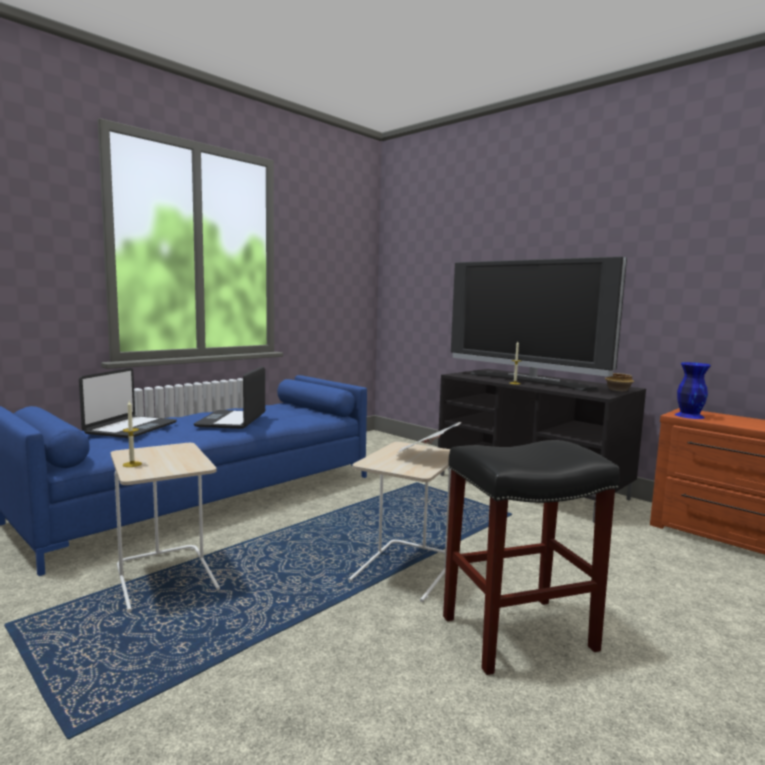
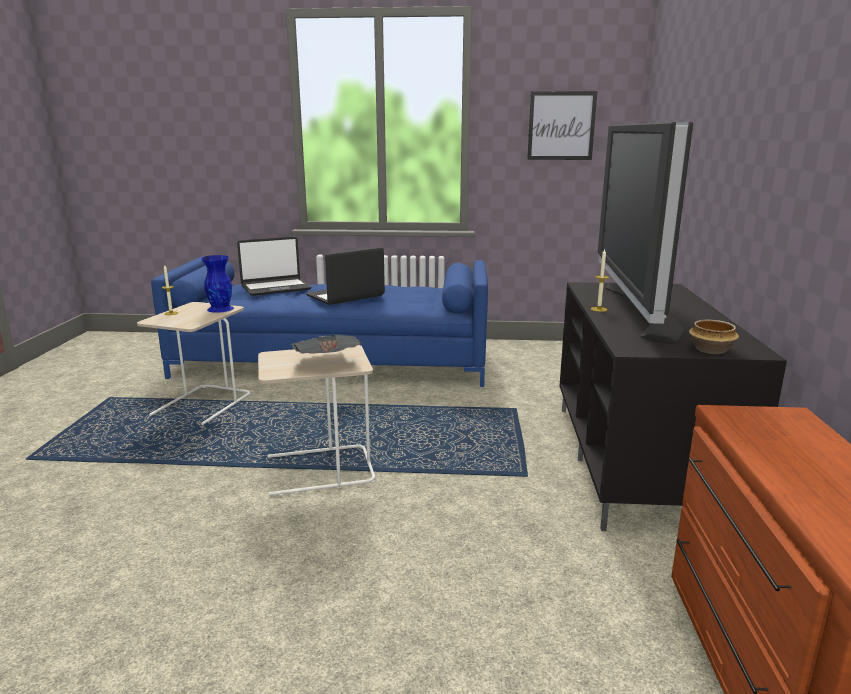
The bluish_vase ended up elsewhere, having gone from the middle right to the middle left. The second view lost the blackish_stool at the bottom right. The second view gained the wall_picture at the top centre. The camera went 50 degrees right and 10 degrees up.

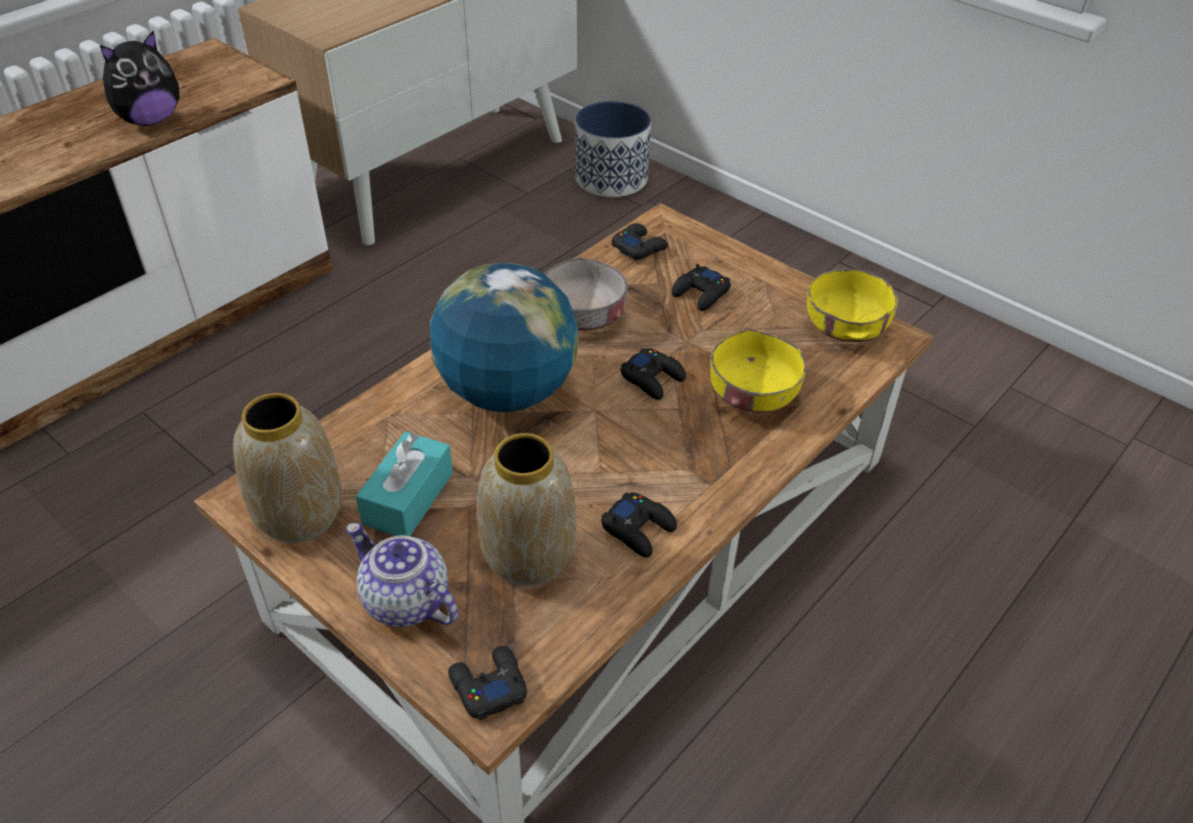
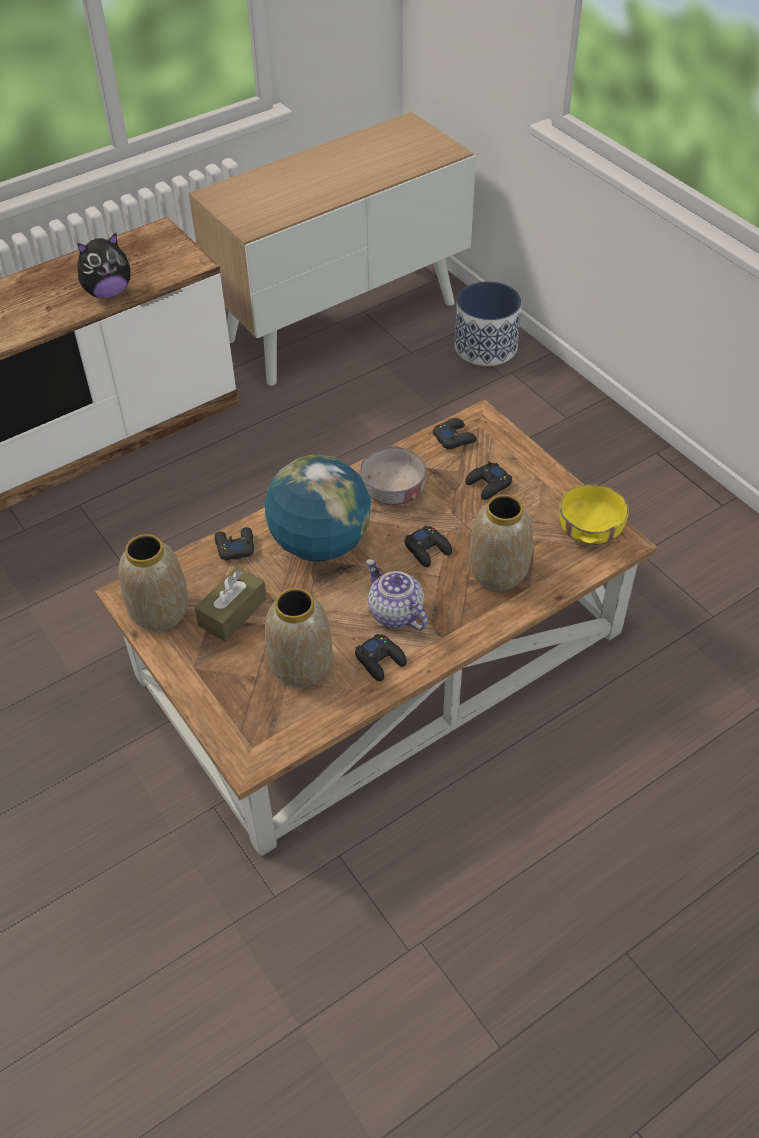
Where the yellow-coloured_bowl (1st from left) stood at the centre, the vase (3rd from left) came to stand at the centre. What was the turquoise_box_of_tissues at the centre turned into the brownish_box_of_tissues at the middle left. The pot_for_tea ended up elsewhere, having gone from the bottom centre to the centre. The blackish_joypad (1st from left) ended up elsewhere, having gone from the bottom centre to the middle left. The camera went 15 degrees right and 5 degrees up.

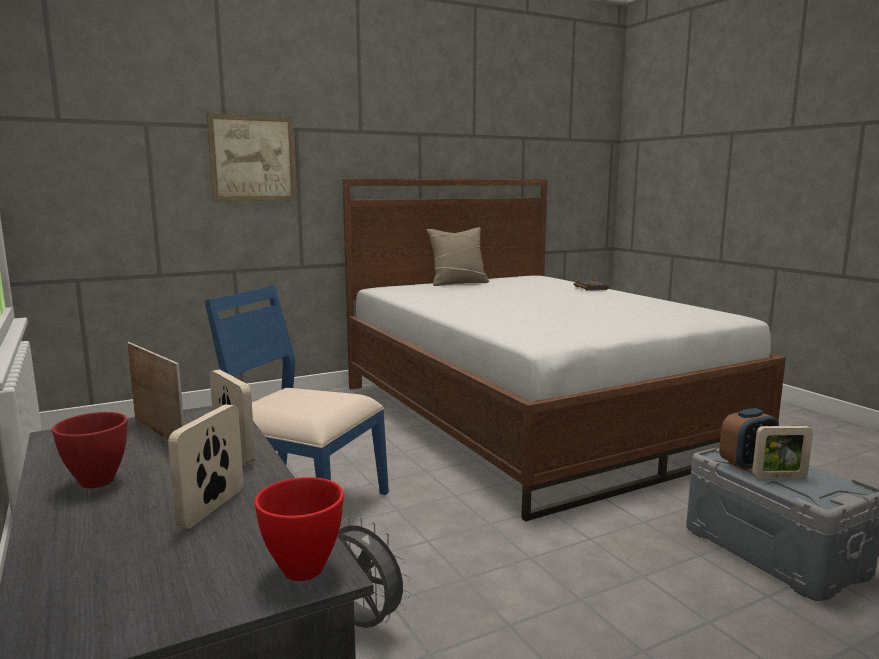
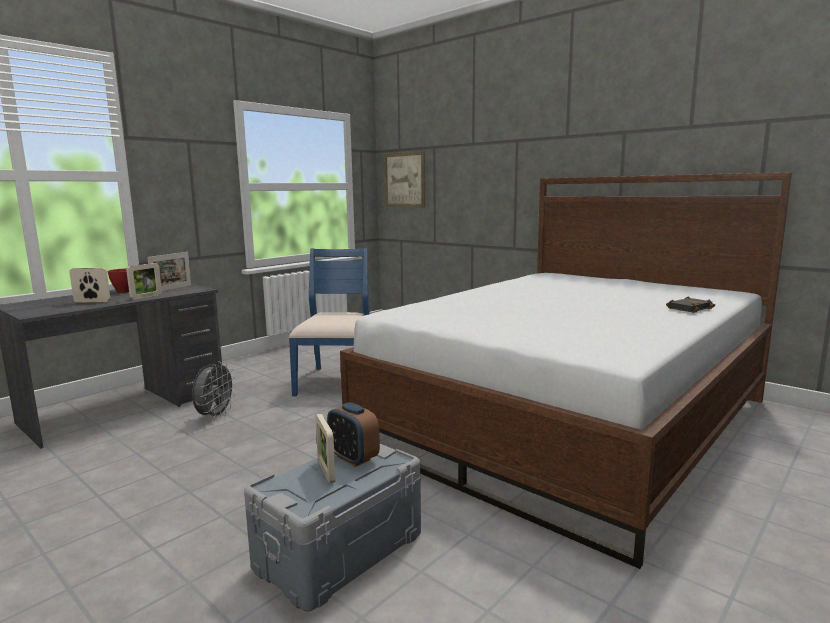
The wall_picture ended up elsewhere, having gone from the top left to the top centre. The second view lost the beige-coloured_pillow at the centre. The second view lost the red-coloured_bowl (2nd from left) at the bottom centre. The camera went 70 degrees right and 0 degrees up.

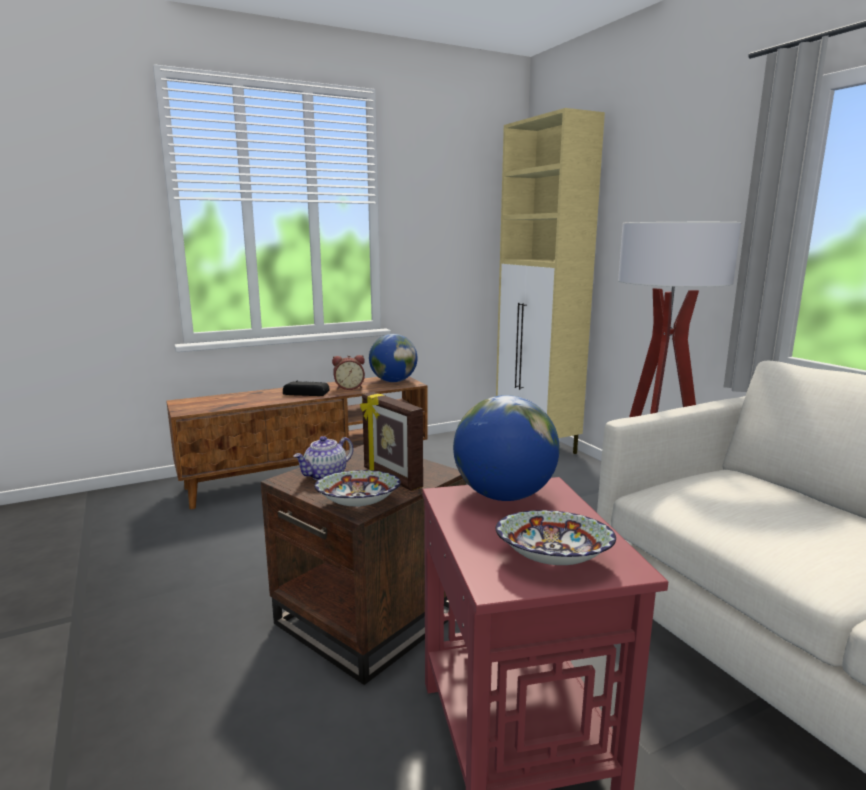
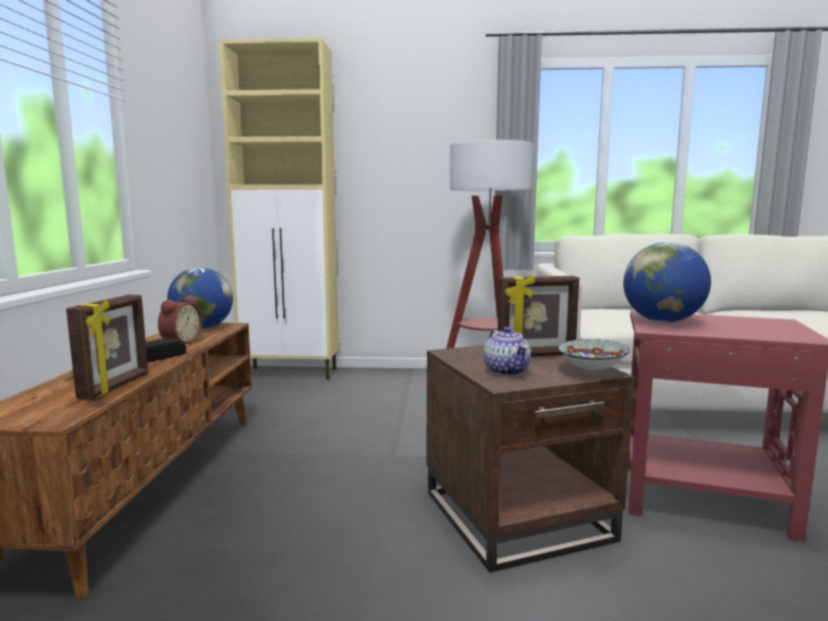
The second view lost the bowl (2nd from left) at the bottom centre. The second view gained the photo_frame (1st from left) at the middle left. The camera went 60 degrees left and 5 degrees down.

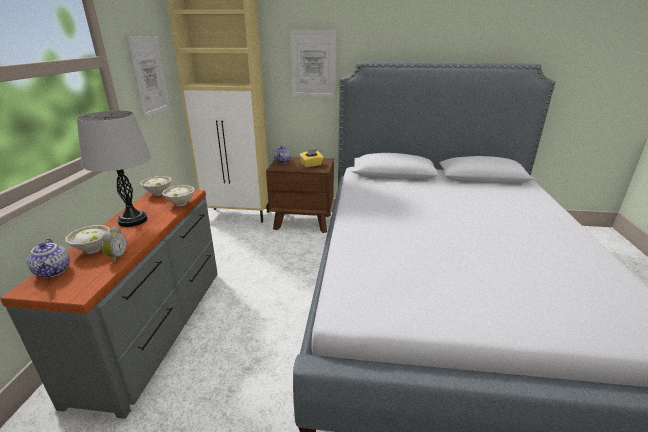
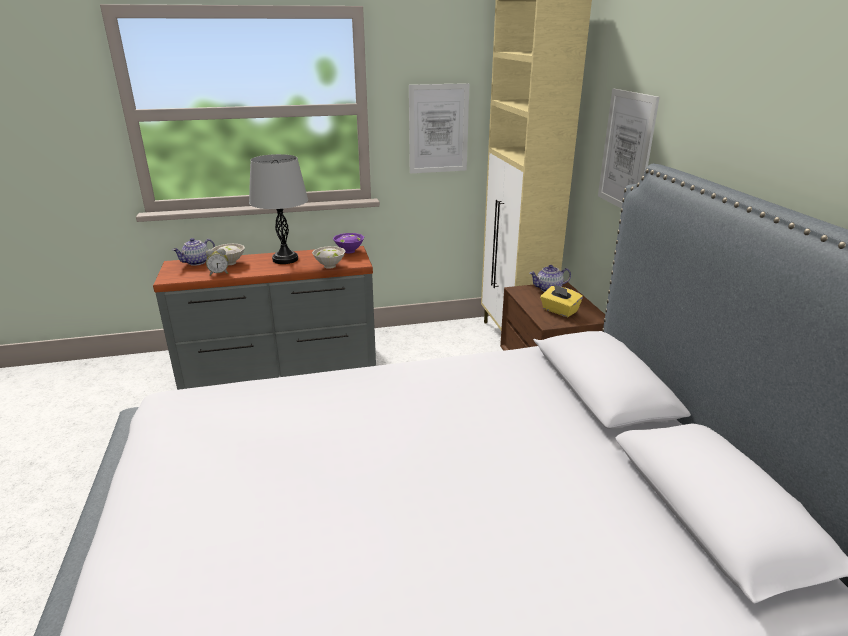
What was the whitish_bowl (2nd from left) at the middle left turned into the purple_bowl at the centre. The camera went 70 degrees right and 0 degrees up.

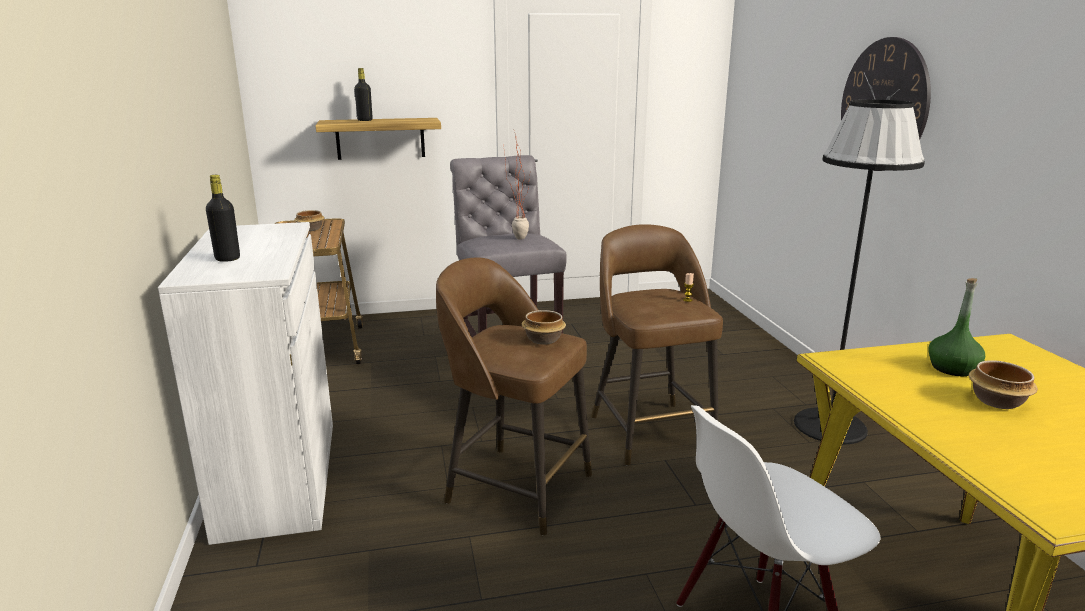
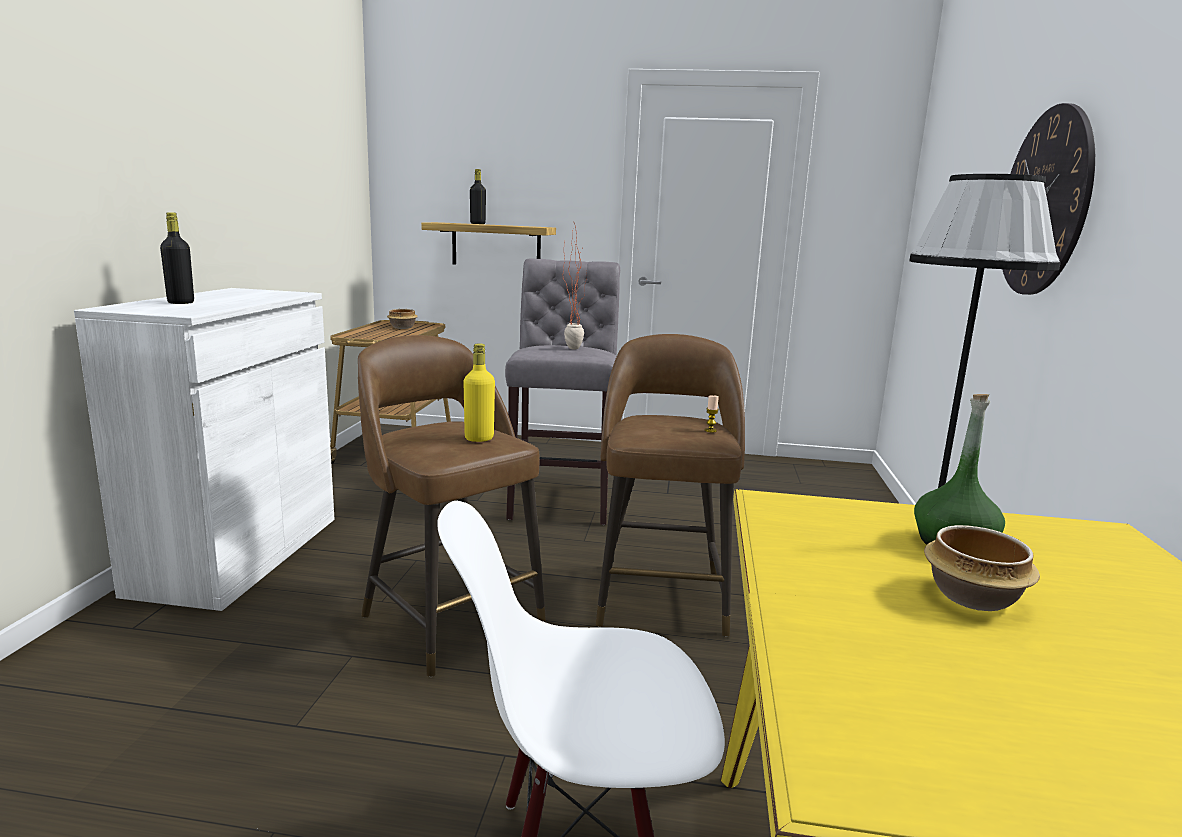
Where the bowl (2nd from left) stood at the centre, the yellow-coloured_drink_bottle came to stand at the centre. The camera went 20 degrees right and 5 degrees down.

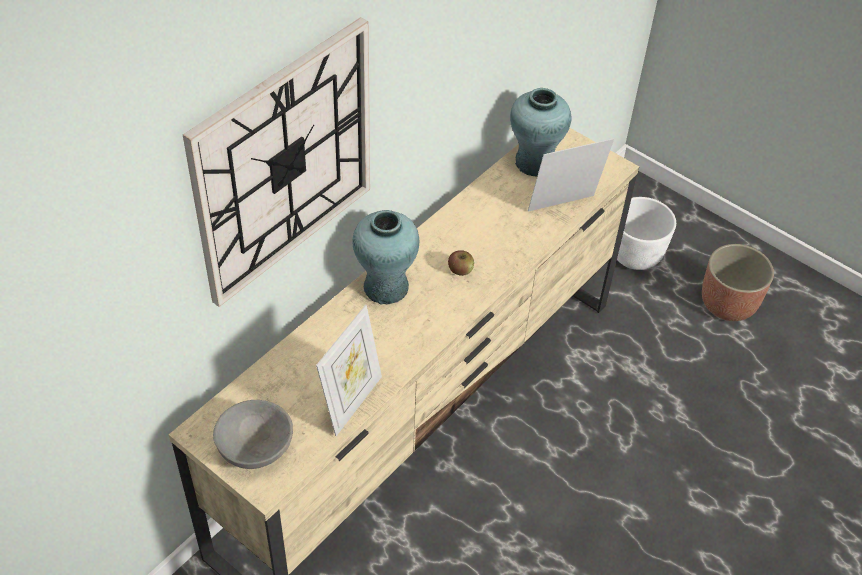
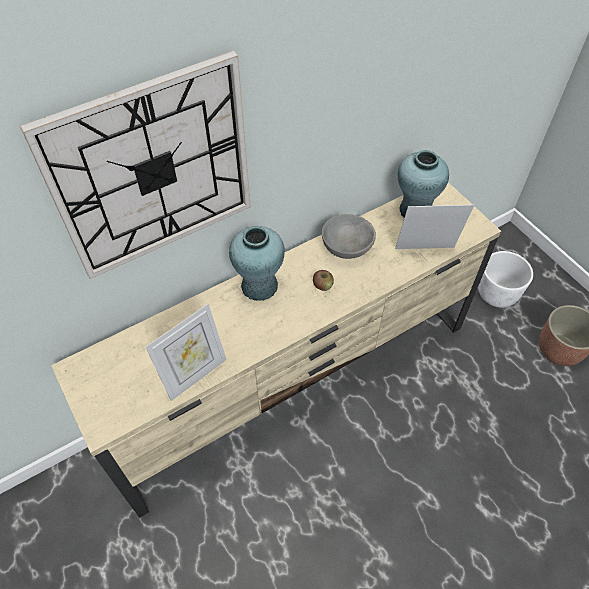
The gray_bowl ended up elsewhere, having gone from the bottom left to the centre. The camera went 20 degrees right and 5 degrees up.

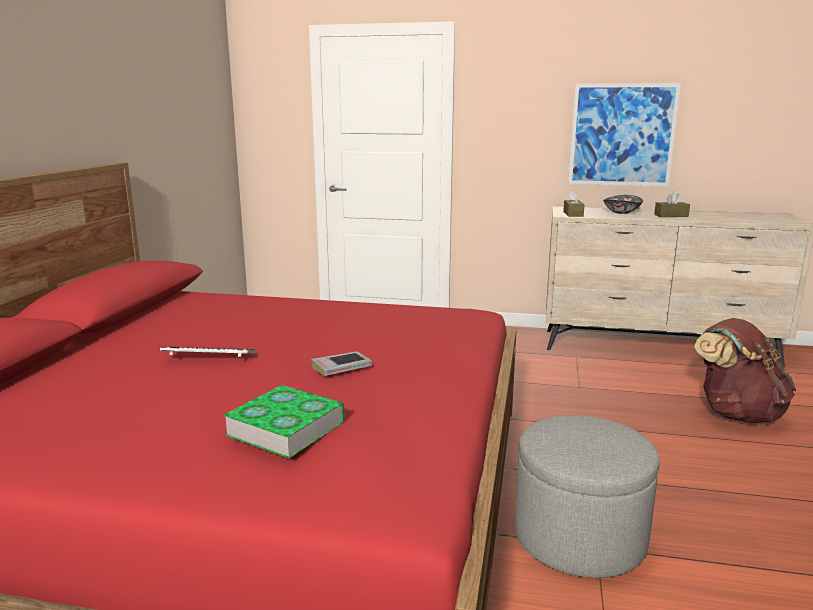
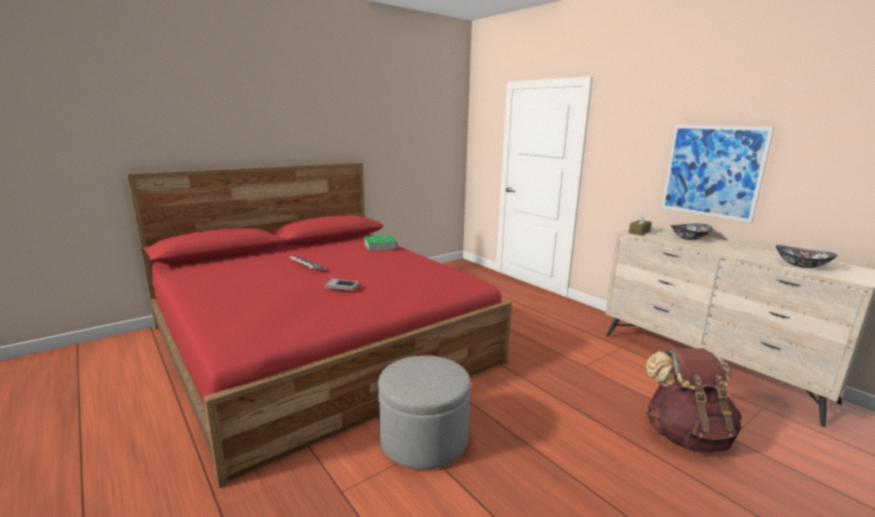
The second view lost the brownish_box_of_tissues (2nd from left) at the middle right. The book (1st from left in the first image) ended up elsewhere, having gone from the bottom centre to the centre. The second view gained the bowl (2nd from left) at the middle right. The camera went 40 degrees right and 0 degrees up.

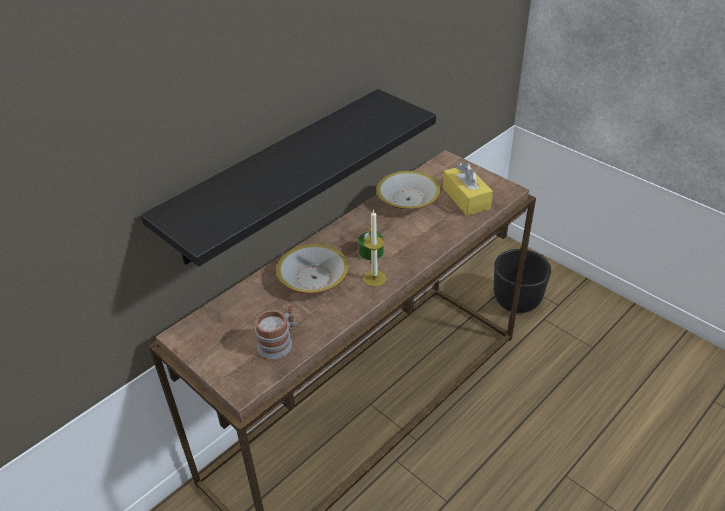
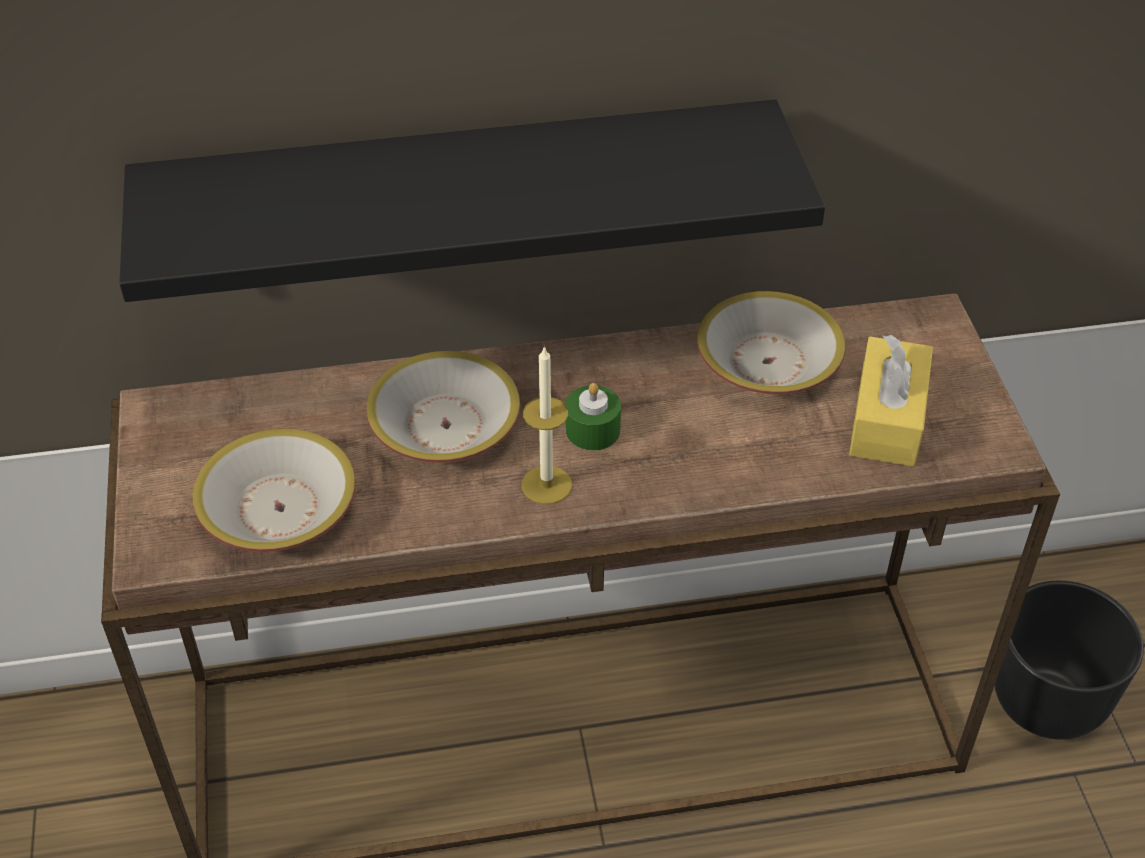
Where the coffee_mug stood at the centre, the bowl (1st from left) came to stand at the middle left. The camera went 35 degrees right and 5 degrees up.

